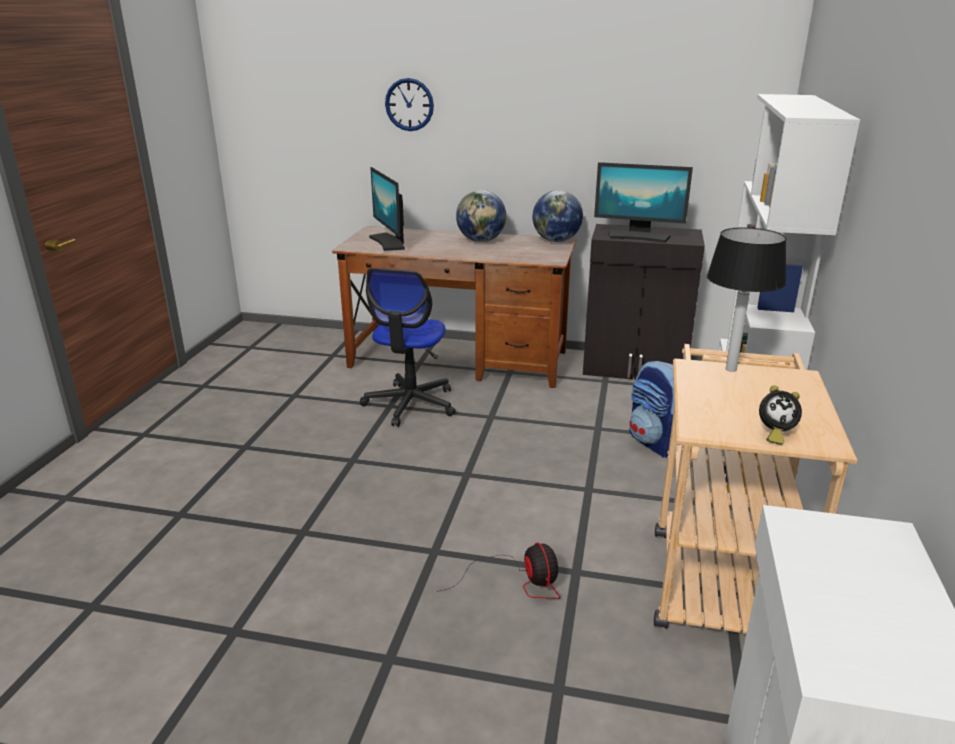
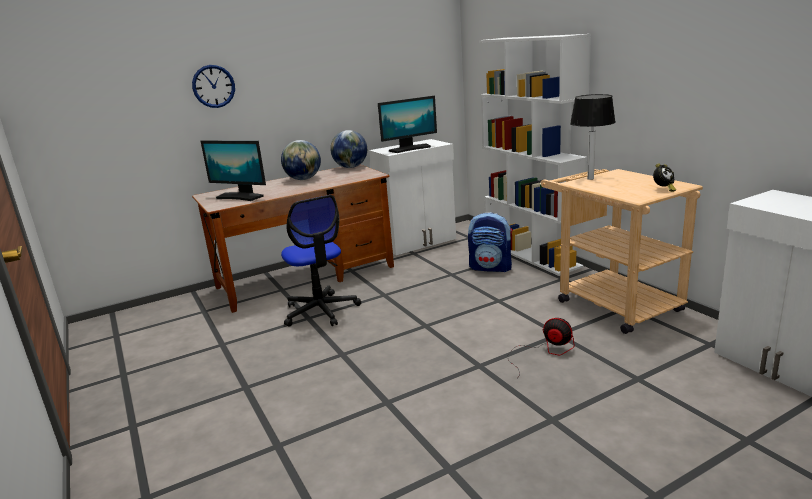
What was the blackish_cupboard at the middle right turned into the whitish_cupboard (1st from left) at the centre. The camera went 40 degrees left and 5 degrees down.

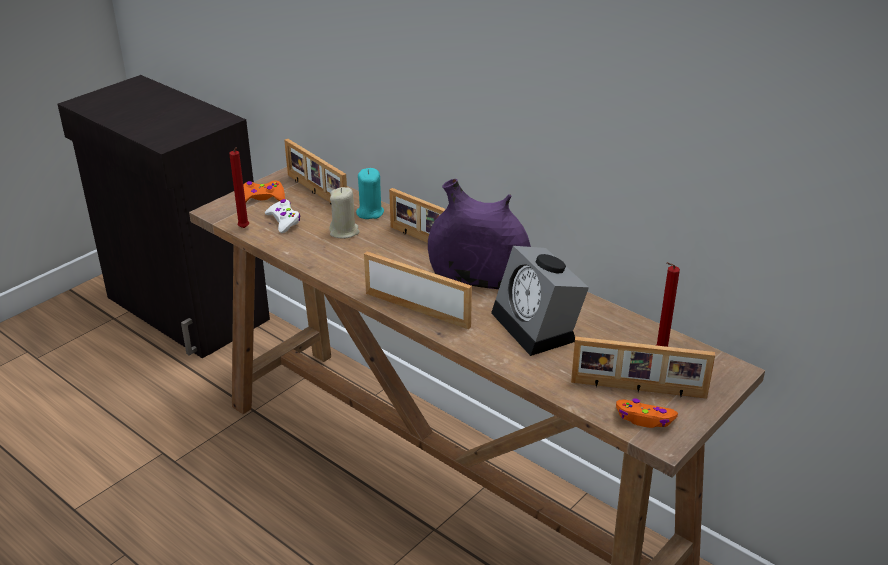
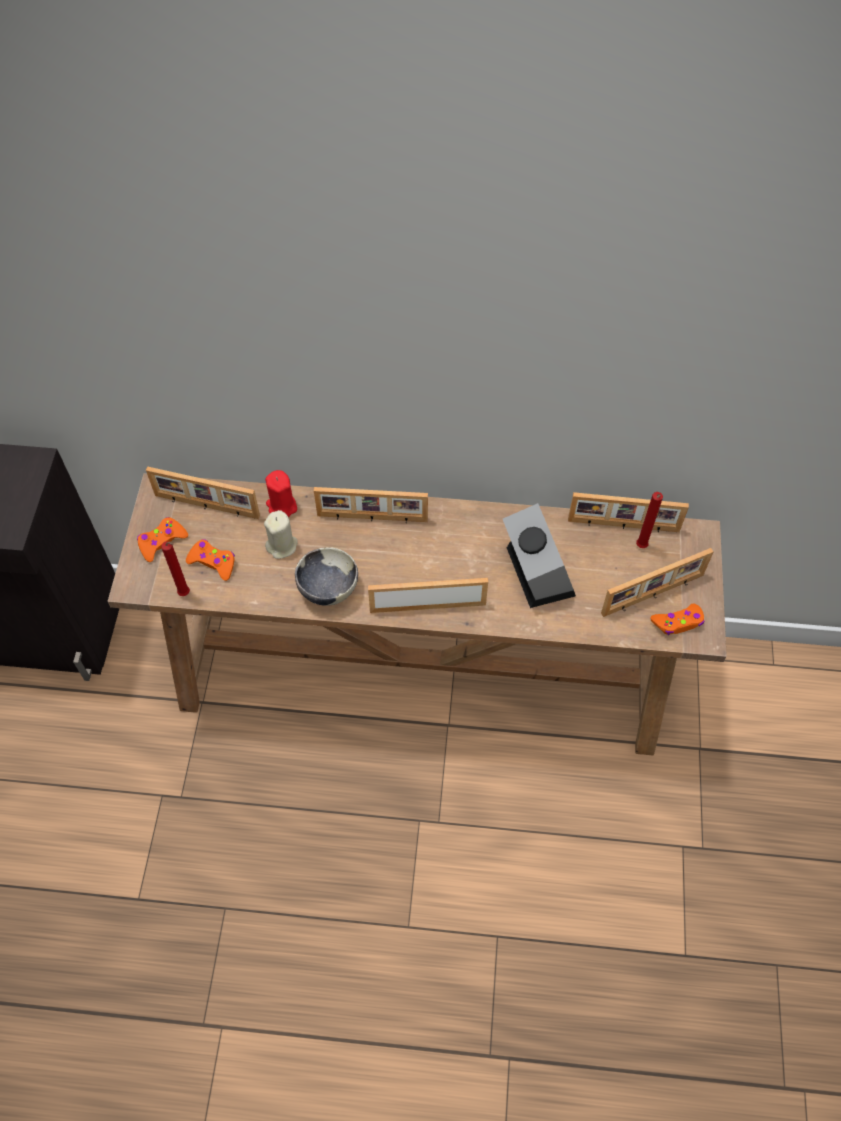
What was the turquoise_wax_candle at the centre turned into the red-coloured_wax_candle (2nd from left) at the centre. The second view lost the purple_vase at the centre. What was the whitish_joypad at the middle left turned into the orangey_joypad (2nd from left) at the middle left. The alarm_clock at the centre ended up facing another way, 135 degrees counterclockwise from before. The second view gained the photo_frame (4th from left) at the middle right. The second view gained the bowl at the centre. The camera went 35 degrees left and 25 degrees up.

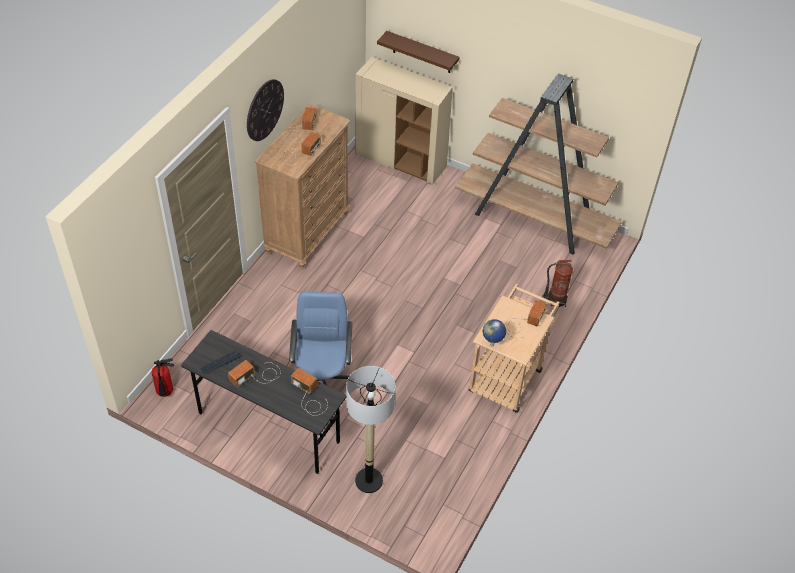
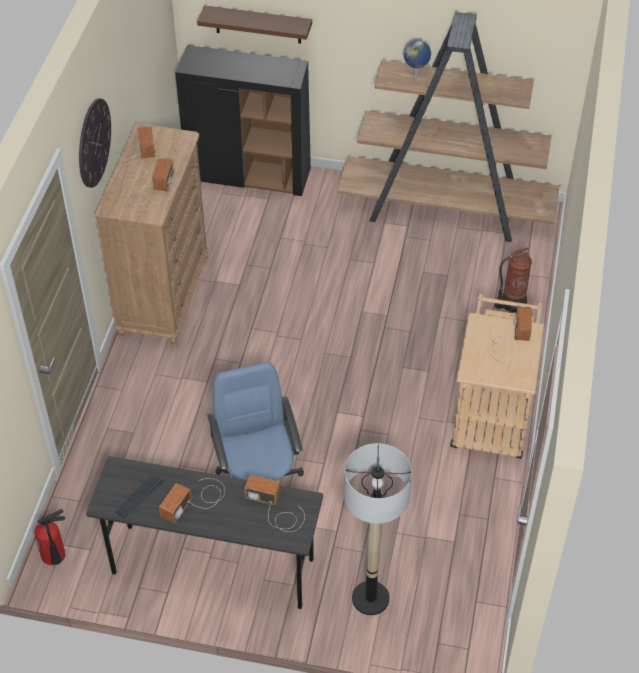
What was the beige-coloured_cupboard at the top centre turned into the blackish_cupboard at the top centre. The world_globe ended up elsewhere, having gone from the centre to the top centre. The camera went 15 degrees left and 0 degrees up.

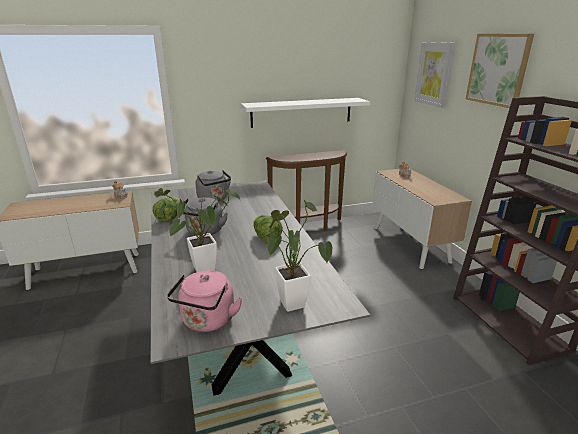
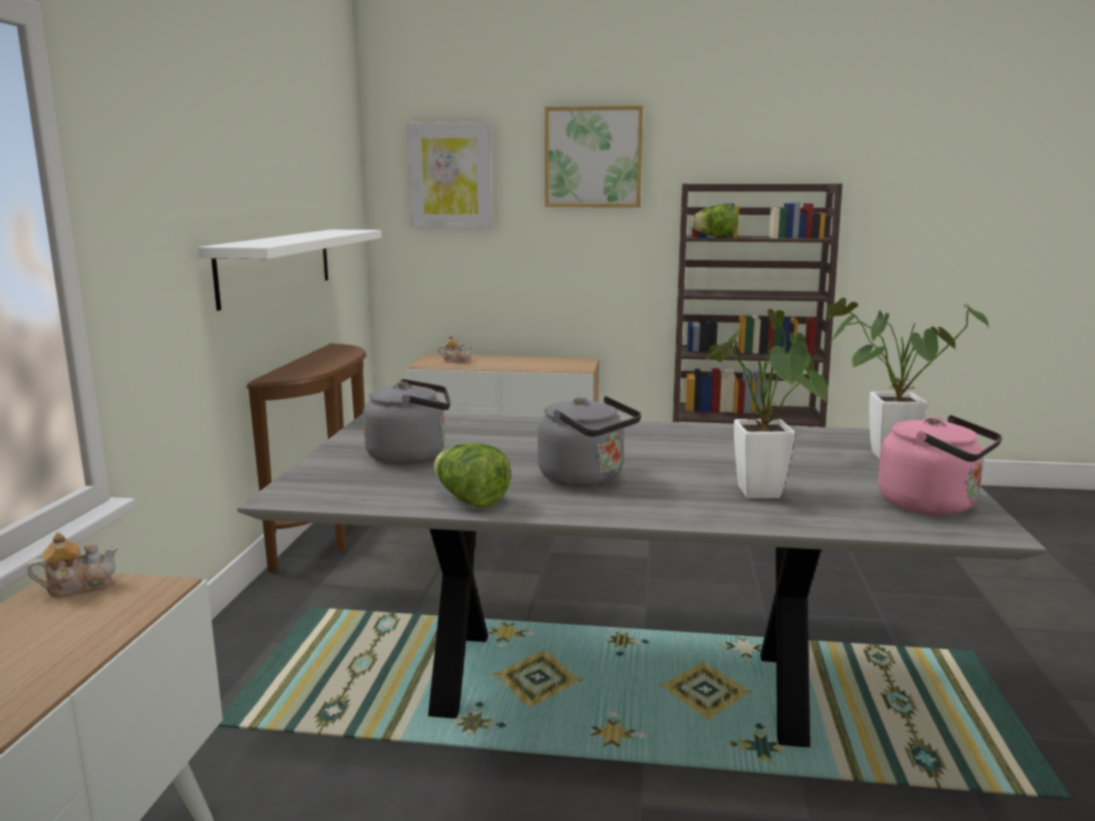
The lettuce_head (2nd from left) ended up elsewhere, having gone from the centre to the top centre. The camera went 65 degrees left and 10 degrees down.

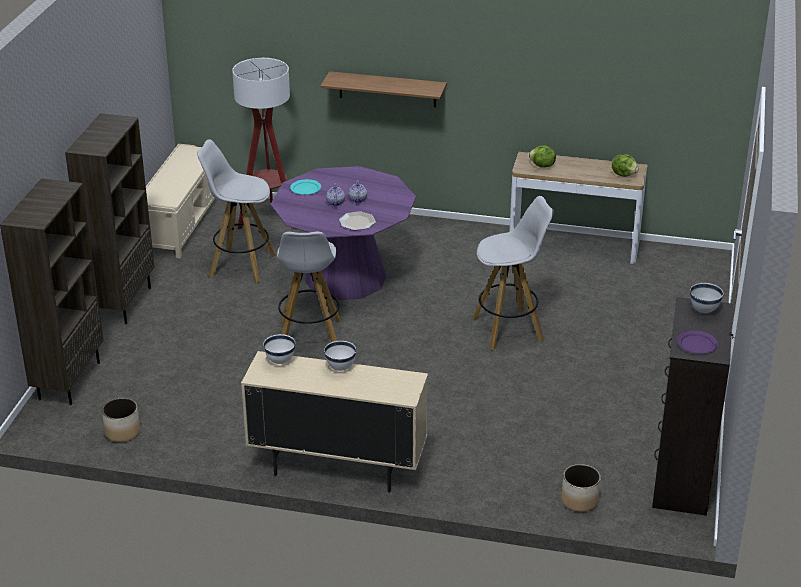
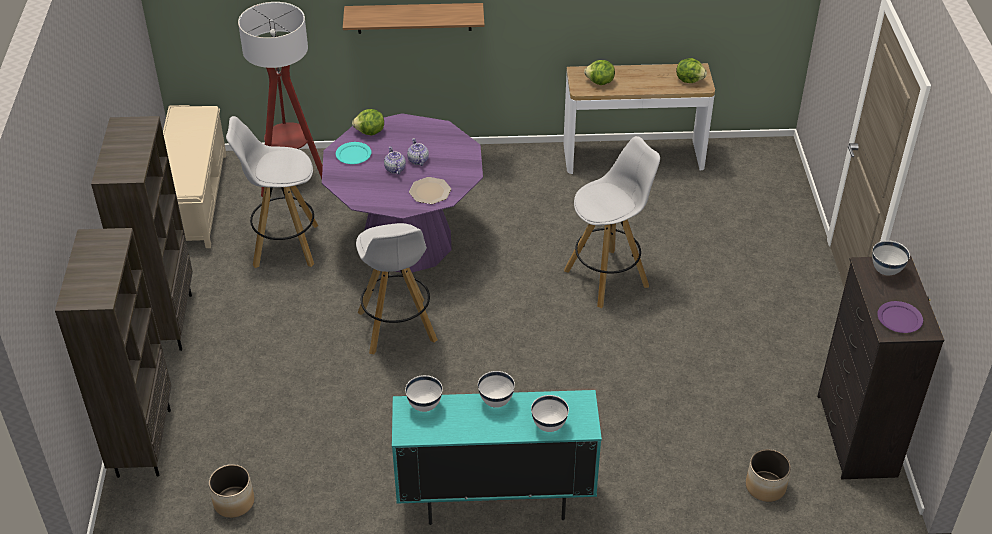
What was the beige-coloured_cupboard at the bottom centre turned into the turquoise_cupboard at the bottom centre. The second view gained the lettuce_head (1st from left) at the top centre. The second view gained the whitish_bowl (3rd from left) at the bottom centre. The camera went 15 degrees left and 10 degrees up.

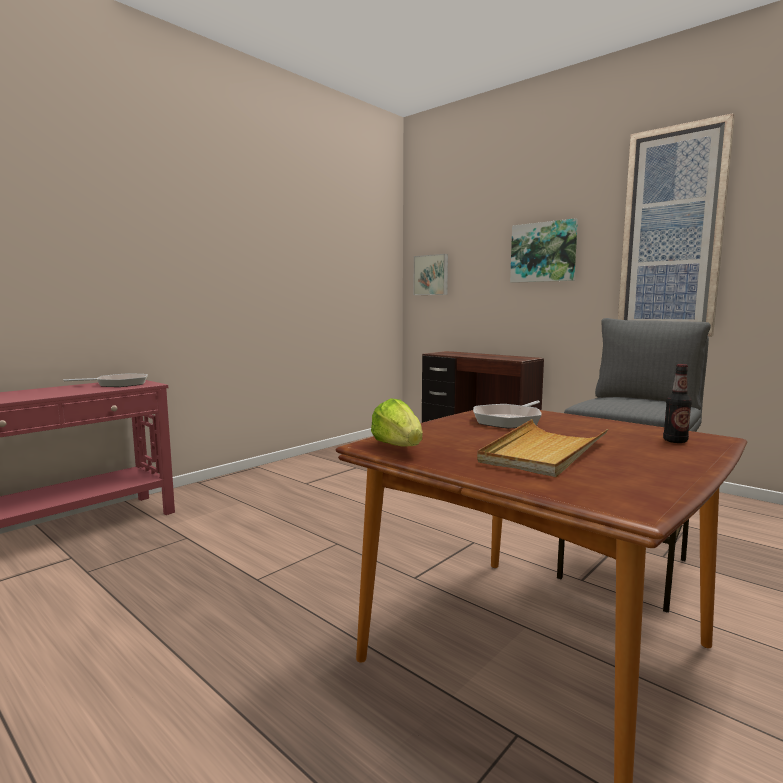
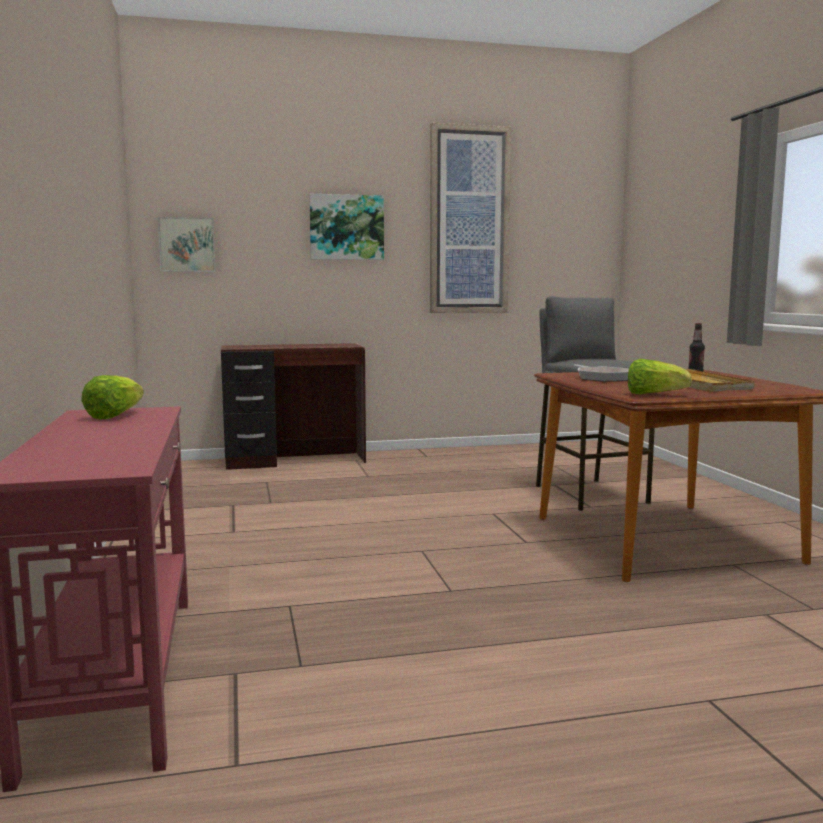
Where the pan (1st from left) stood at the middle left, the lettuce_head (1st from left) came to stand at the middle left. The camera went 55 degrees left and 0 degrees up.

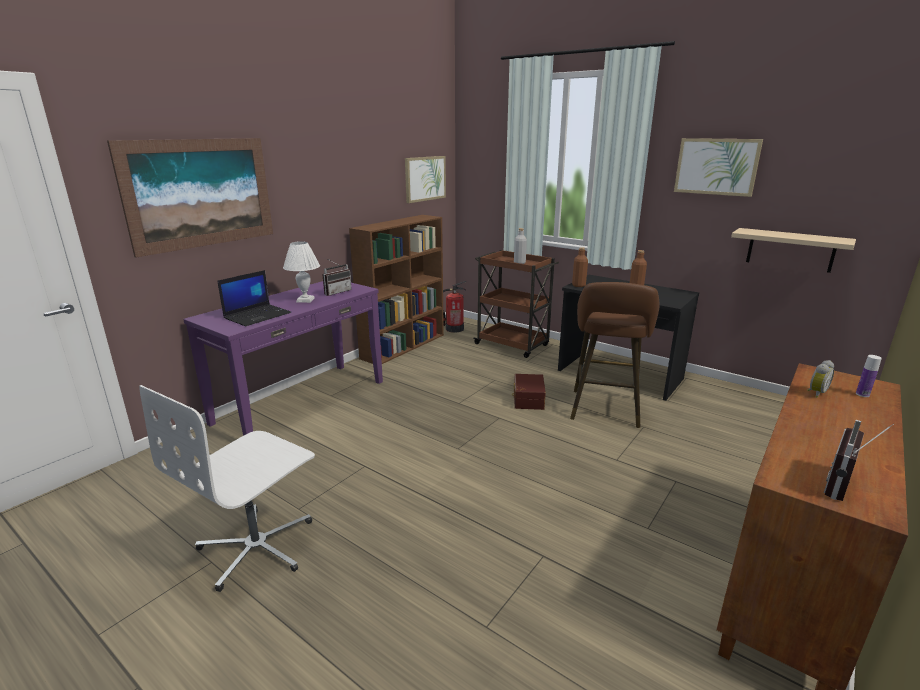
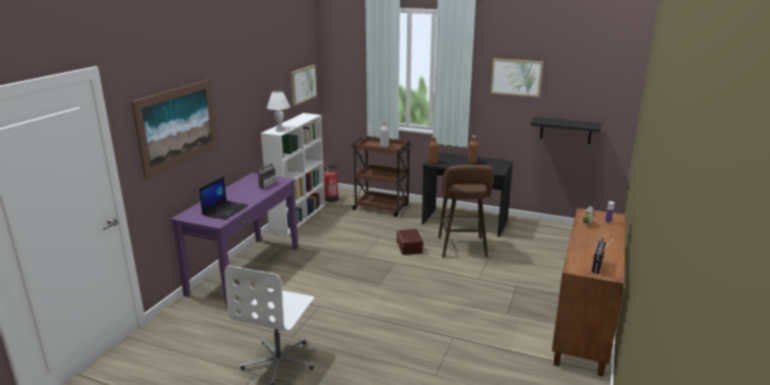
What was the brownish_shelving_unit at the centre turned into the whitish_shelving_unit at the centre. What was the beige-coloured_bracket_shelf at the middle right turned into the blackish_bracket_shelf at the middle right. The whitish_table_lamp ended up elsewhere, having gone from the middle left to the top centre. The camera went 15 degrees left and 0 degrees up.

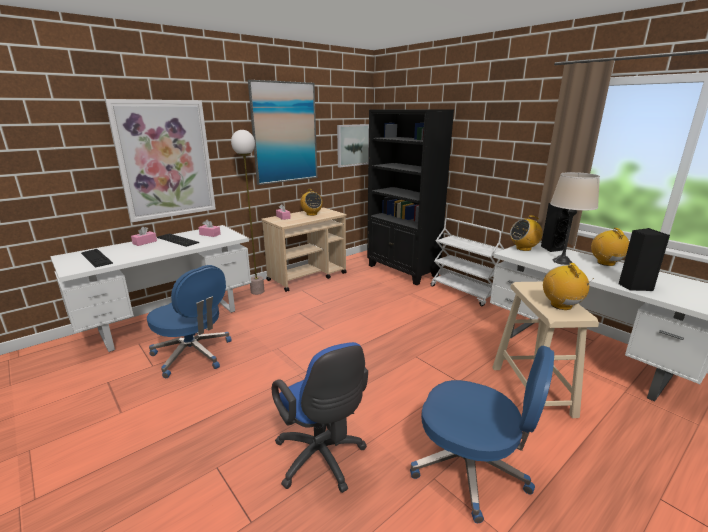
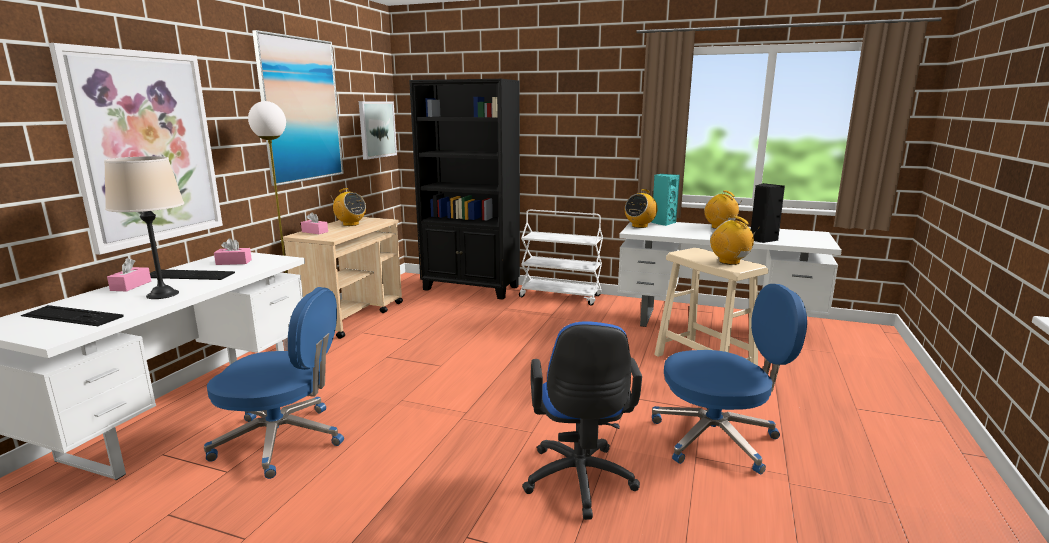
The beige-coloured_table_lamp ended up elsewhere, having gone from the middle right to the middle left. What was the blackish_loudspeaker (1st from left) at the middle right turned into the turquoise_loudspeaker at the centre. The bluish_office_chair (2nd from left) at the bottom centre ended up facing another way, 60 degrees clockwise from before. The camera went 30 degrees left and 5 degrees down.

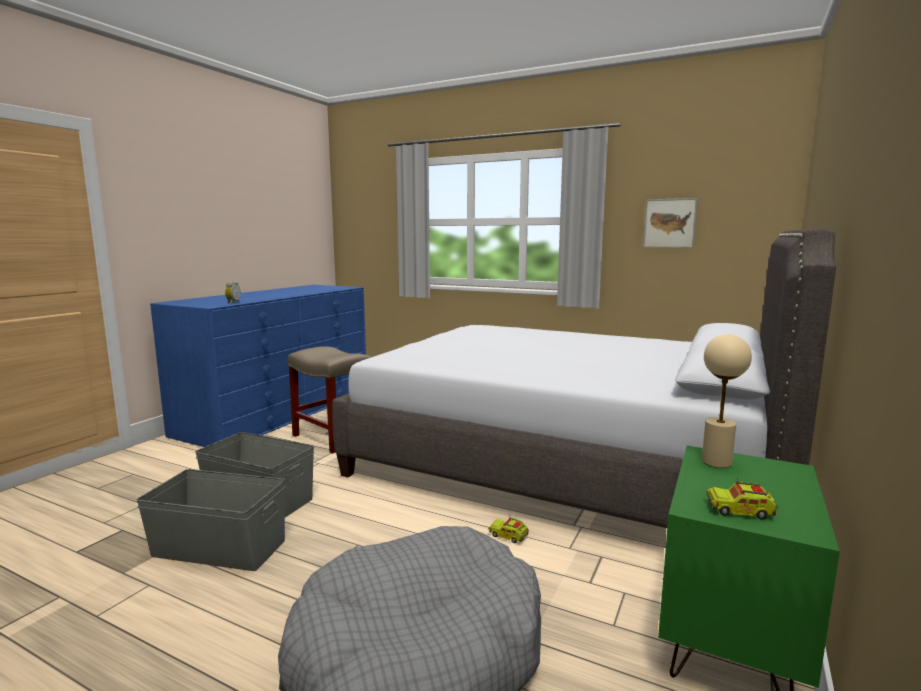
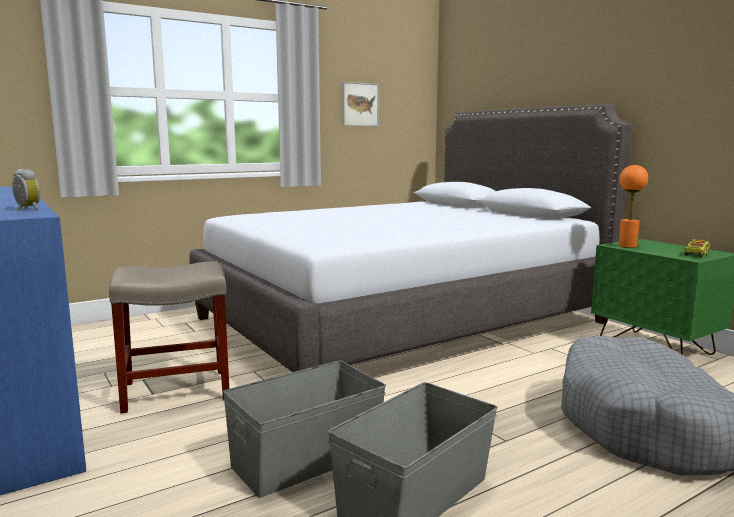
What was the beige-coloured_table_lamp at the middle right turned into the orangey_table_lamp at the middle right. The second view lost the model_truck (1st from left) at the bottom centre. The camera went 60 degrees left and 0 degrees up.

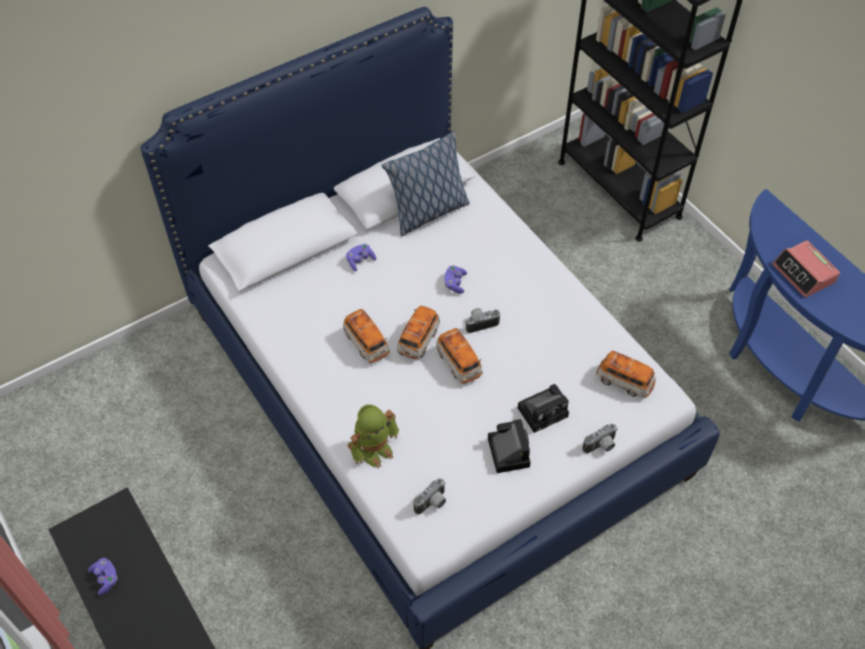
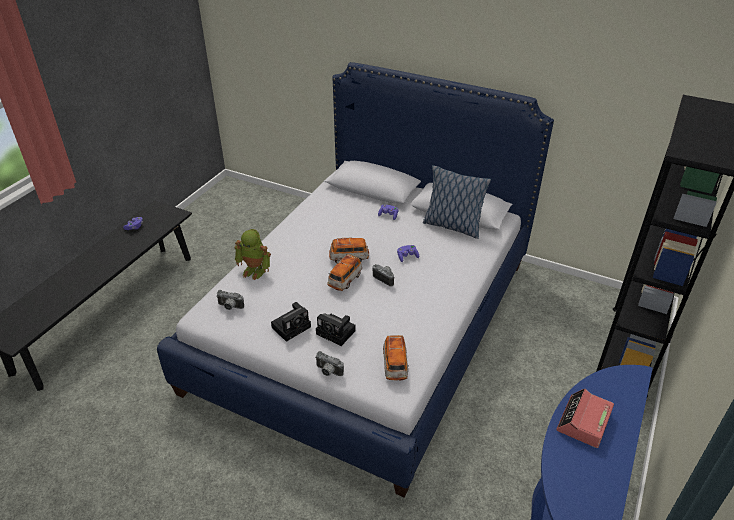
The second view lost the toy_car (1st from left) at the centre. The camera went 60 degrees right and 15 degrees down.

